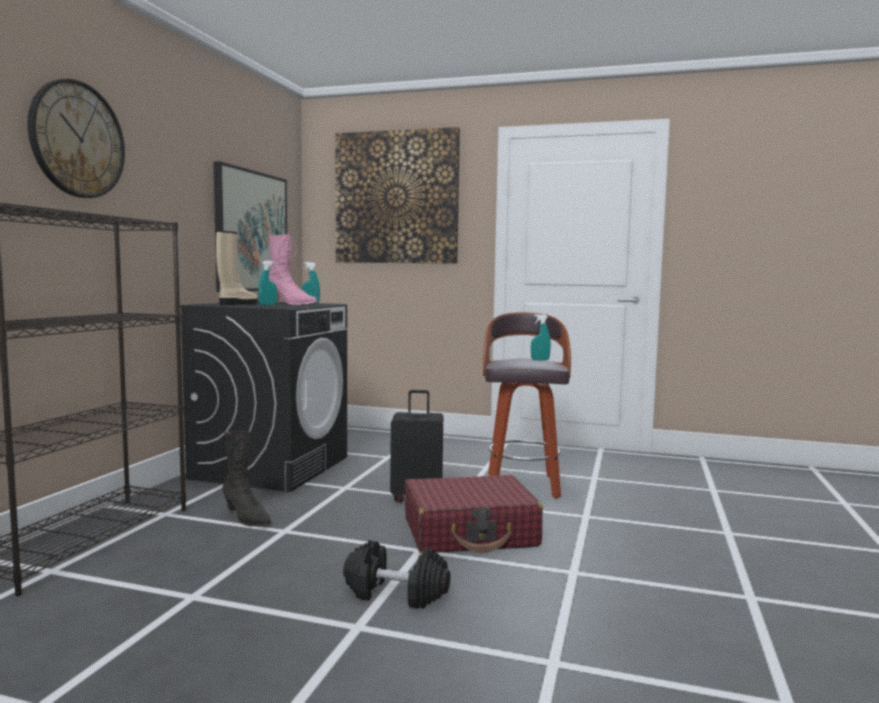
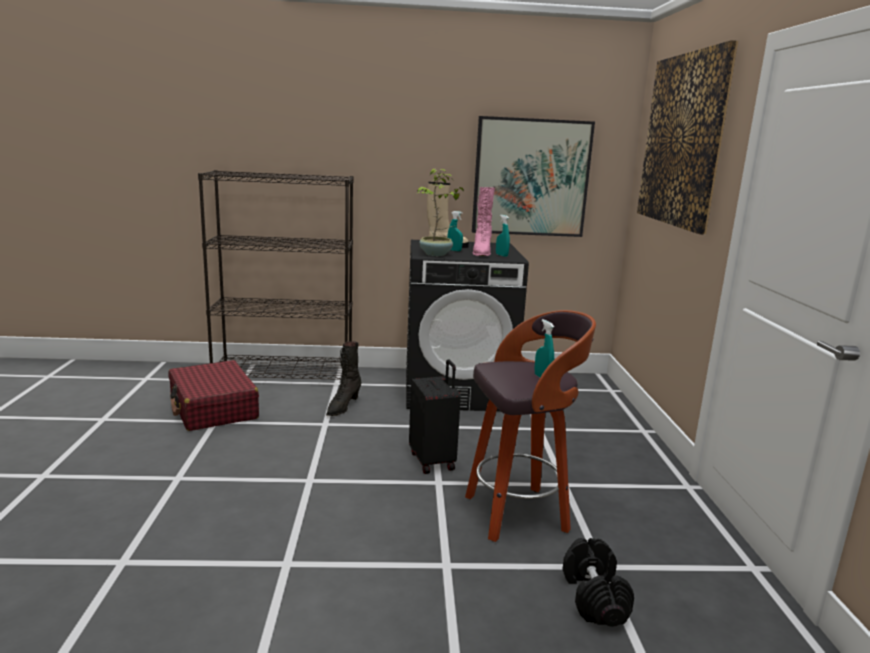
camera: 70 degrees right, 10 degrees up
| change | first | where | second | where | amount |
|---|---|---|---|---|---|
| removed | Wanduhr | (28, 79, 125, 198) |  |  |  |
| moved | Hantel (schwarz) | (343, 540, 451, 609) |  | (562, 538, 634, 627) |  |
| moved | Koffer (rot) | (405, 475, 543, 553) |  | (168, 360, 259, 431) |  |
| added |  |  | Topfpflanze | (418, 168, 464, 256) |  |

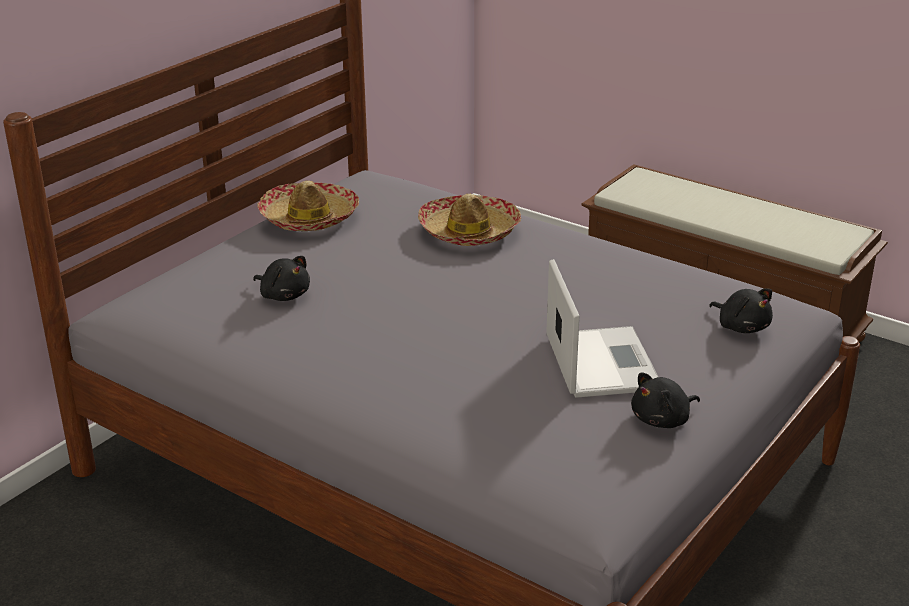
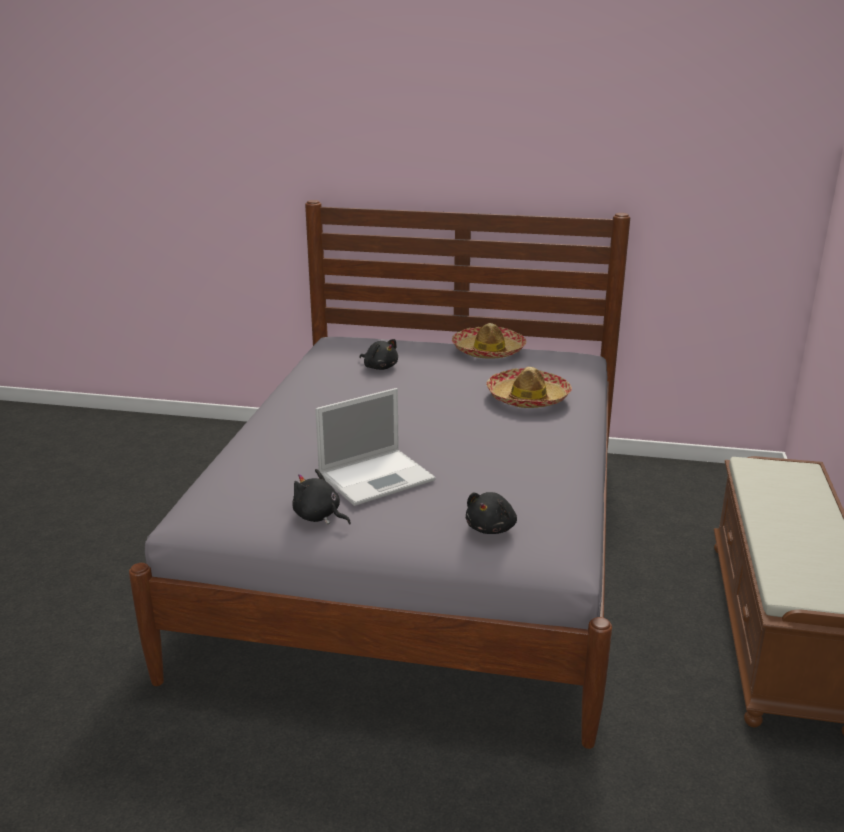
camera: 65 degrees right, 5 degrees down
| change | first | where | second | where | amount |
|---|---|---|---|---|---|
| turned | Plüschtier (schwarz) | (253, 256, 310, 301) |  | (359, 339, 398, 370) | 60 degrees counterclockwise |

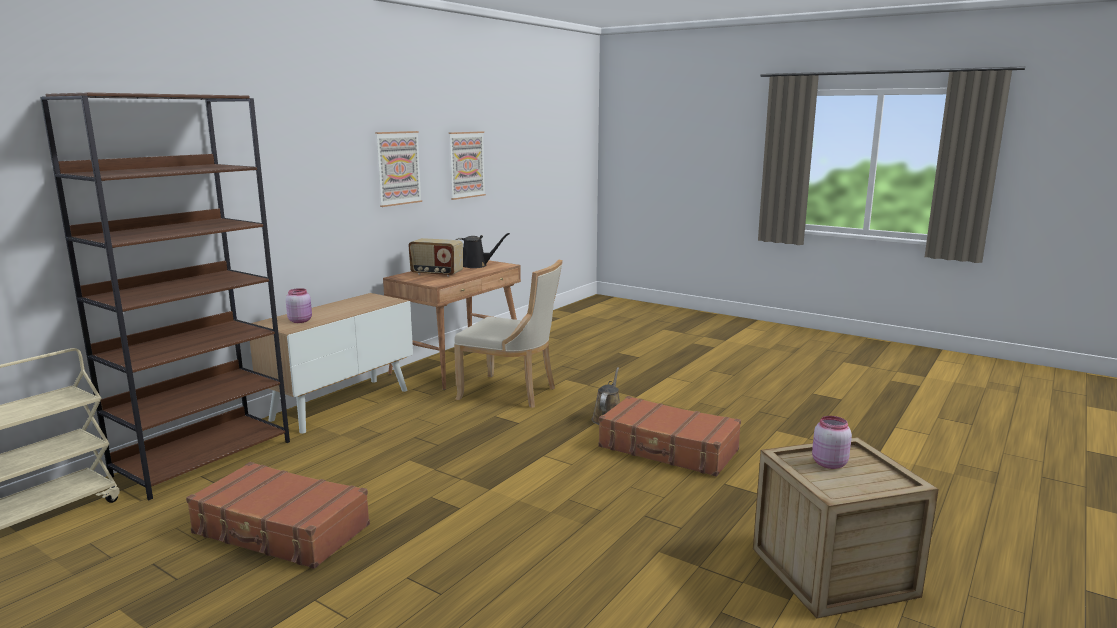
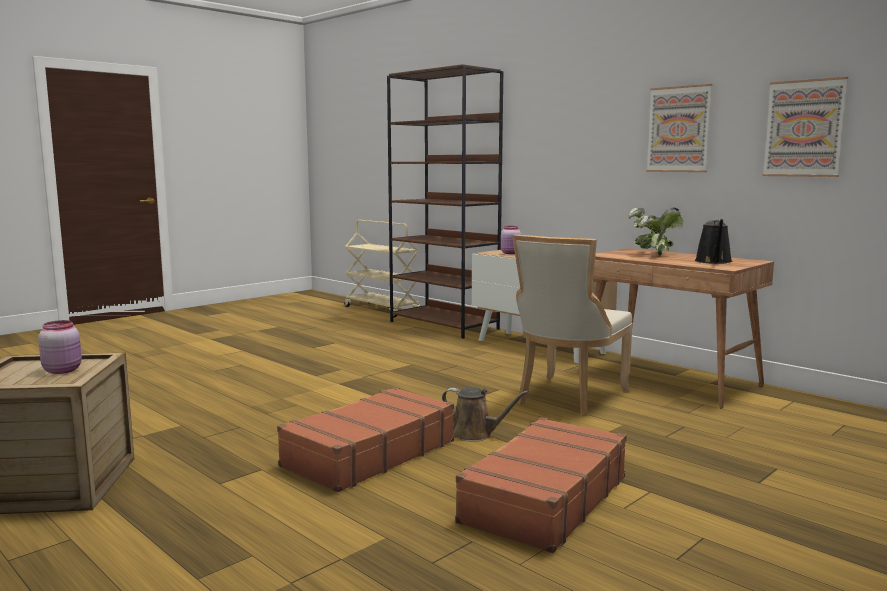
camera: 100 degrees right, 5 degrees down
| change | first | where | second | where | amount |
|---|---|---|---|---|---|
| moved | Koffer (braun) | (186, 462, 370, 569) |  | (455, 417, 627, 553) |  |
| replaced | Radio | (408, 238, 463, 277) | Topfpflanze | (628, 207, 683, 256) |  |

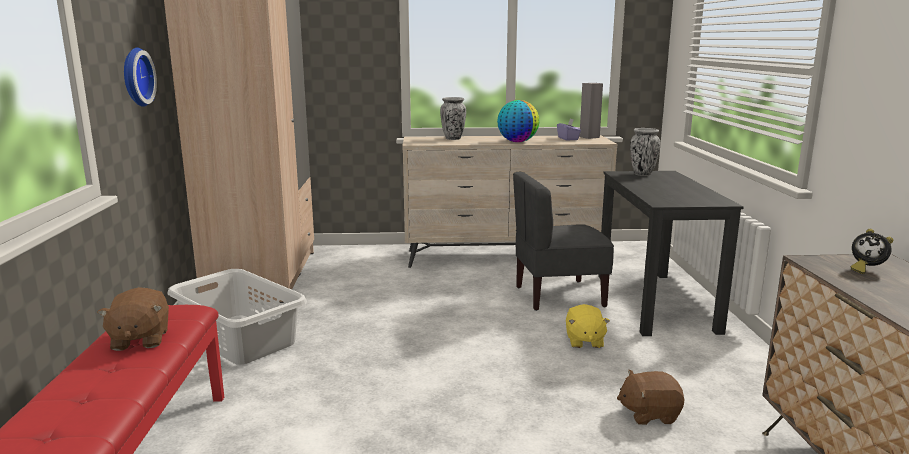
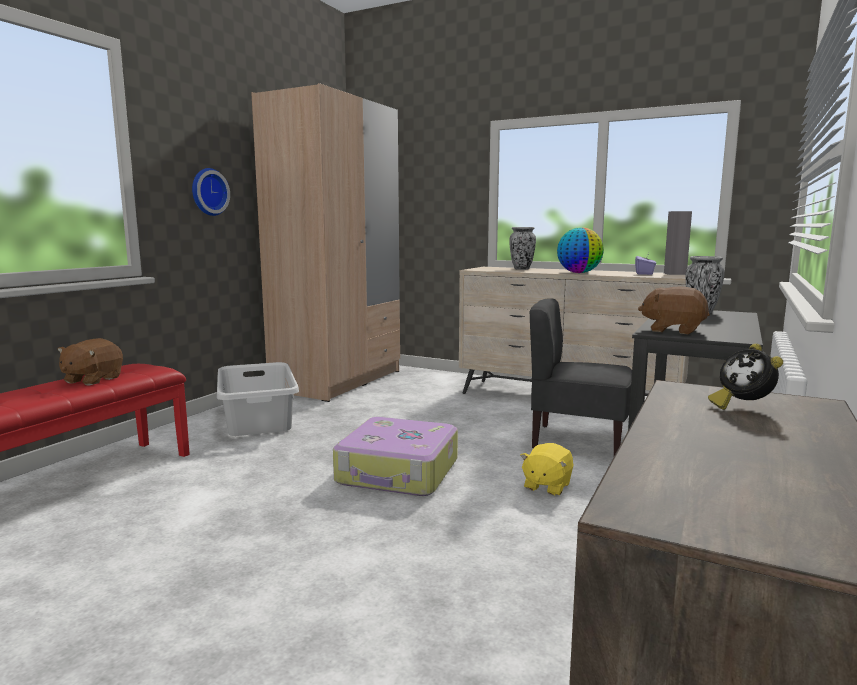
camera: 30 degrees right, 5 degrees down
| change | first | where | second | where | amount |
|---|---|---|---|---|---|
| moved | Plüschtier (braun) | (617, 370, 685, 425) |  | (638, 287, 710, 334) |  |
| added |  |  | Koffer | (333, 417, 458, 496) |  |

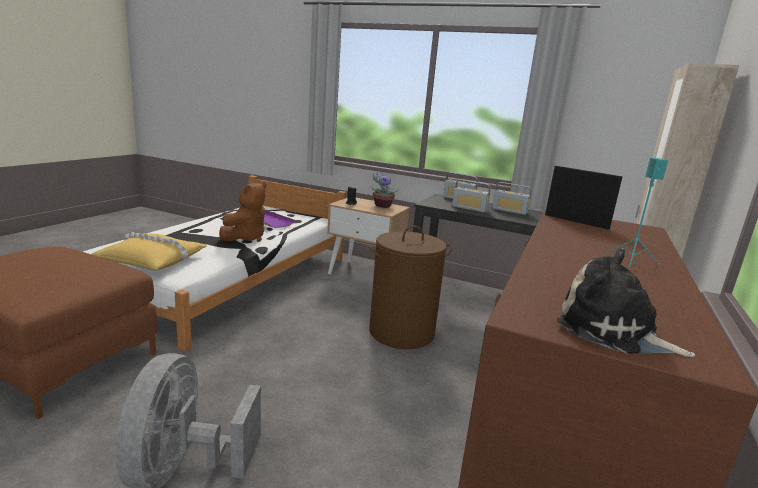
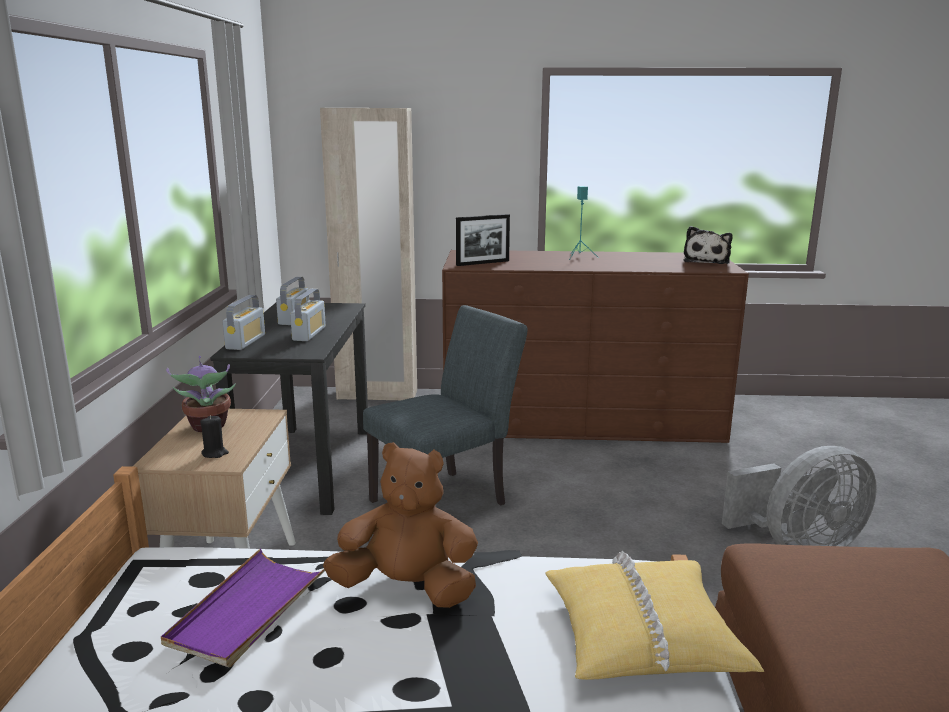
camera: 110 degrees left, 0 degrees up
| change | first | where | second | where | amount |
|---|---|---|---|---|---|
| replaced | Wäschekorb (braun) | (369, 226, 452, 349) | Stuhl (grau) | (363, 305, 528, 506) |  |
| turned | Bilderrahmen | (545, 166, 623, 230) |  | (456, 214, 510, 266) | 135 degrees counterclockwise |

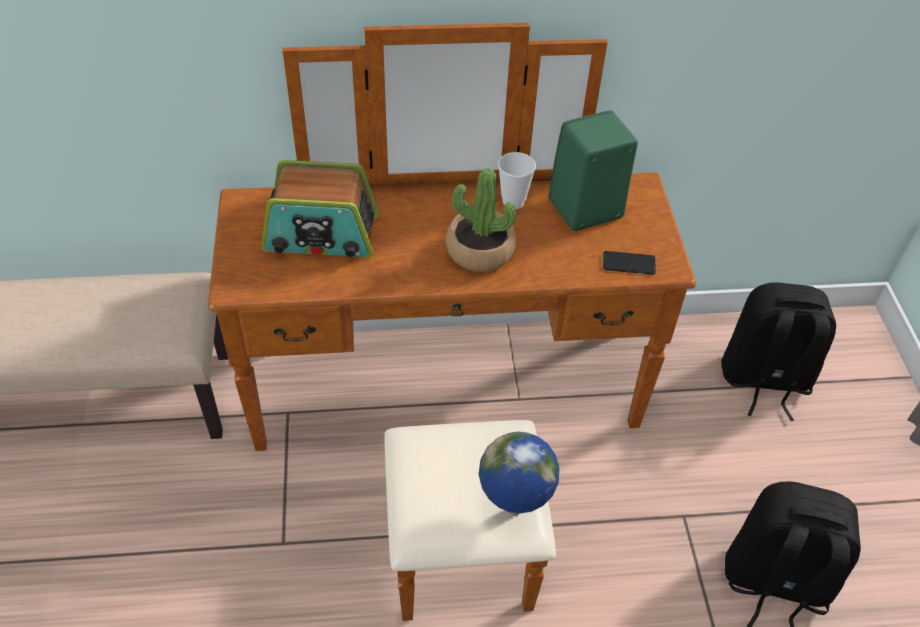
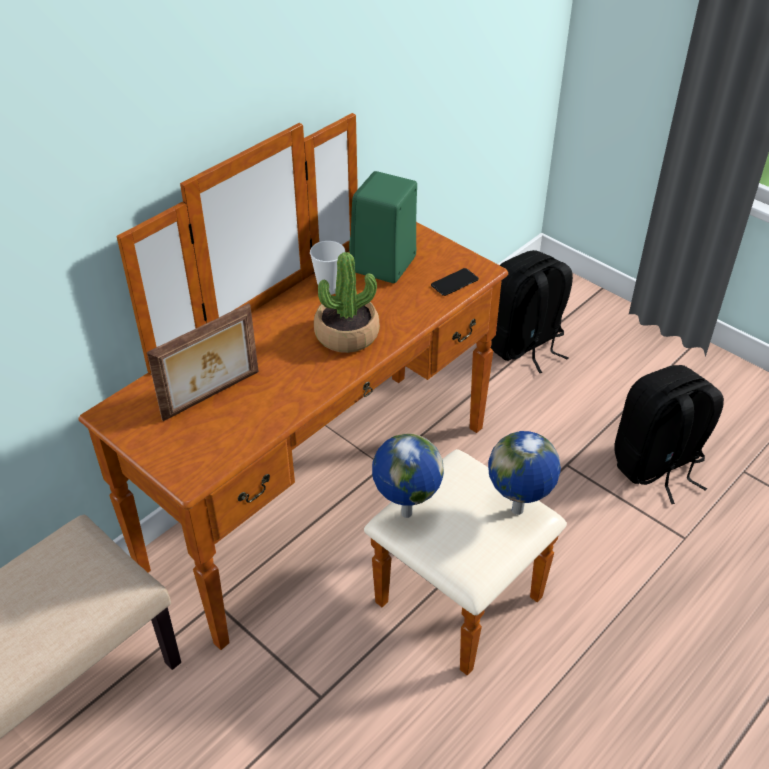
camera: 40 degrees left, 5 degrees down
| change | first | where | second | where | amount |
|---|---|---|---|---|---|
| replaced | Radio | (261, 160, 379, 257) | Bilderrahmen | (147, 303, 259, 421) |  |
| added |  |  | Globus | (372, 434, 444, 518) |  |

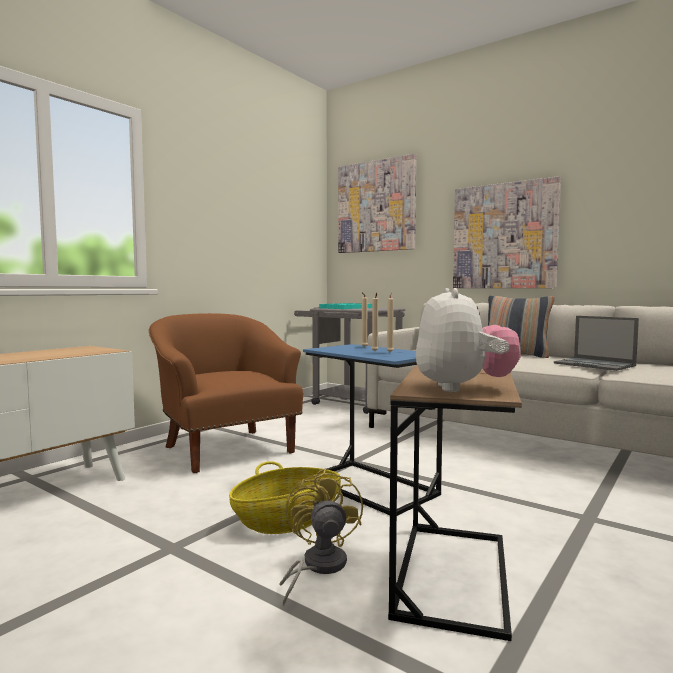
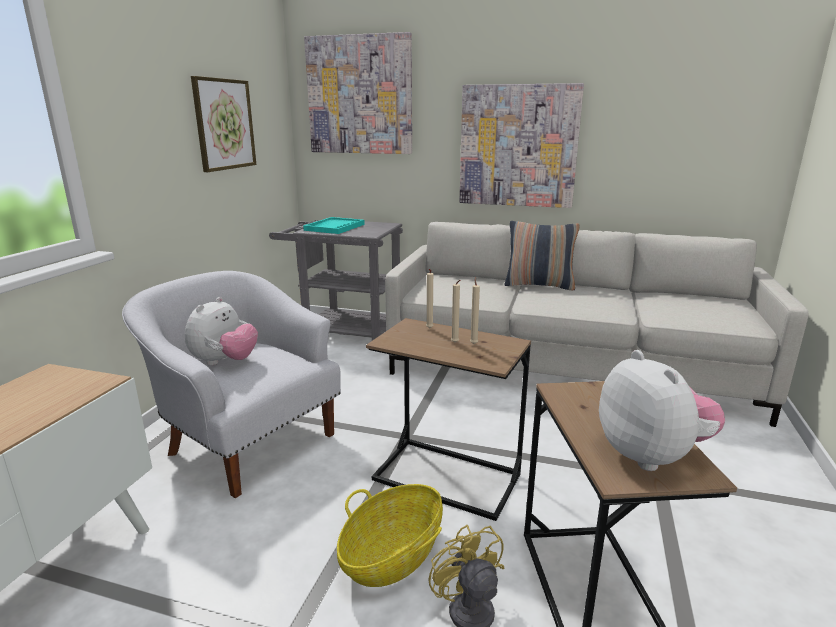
camera: 20 degrees left, 15 degrees up
| change | first | where | second | where | amount |
|---|---|---|---|---|---|
| recoloured | Sessel (braun) | (149, 313, 303, 473) | Sessel (weiß) | (122, 271, 341, 498) |  |
| recoloured | Beistelltisch (blau) | (303, 344, 443, 516) | Beistelltisch (braun) | (366, 318, 531, 521) |  |
| removed | Laptop | (554, 316, 639, 371) |  |  |  |
| added |  |  | Plüschtier | (185, 297, 258, 366) |  |
| added |  |  | Bild | (191, 76, 257, 172) |  |

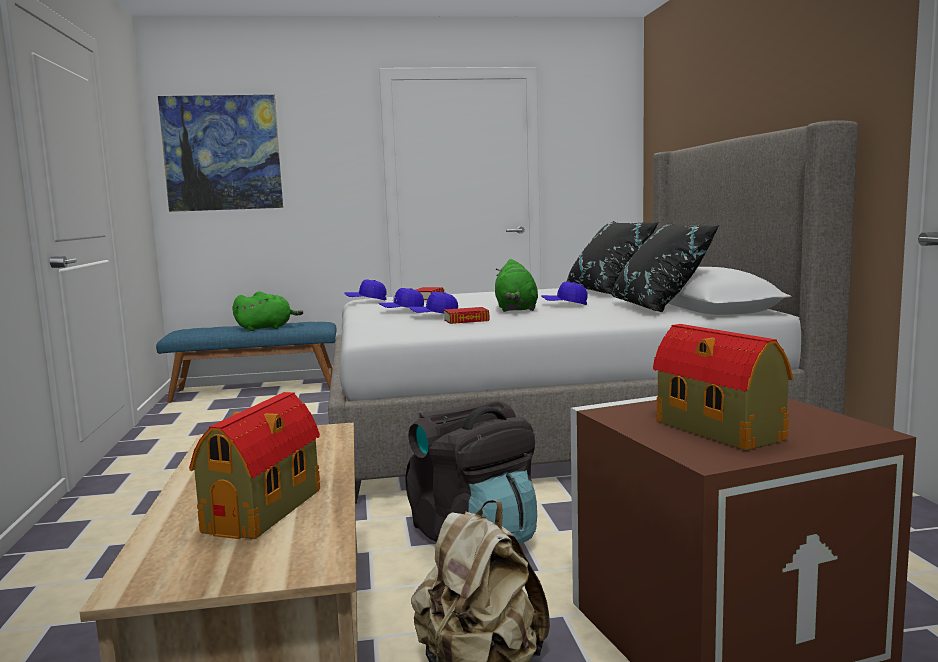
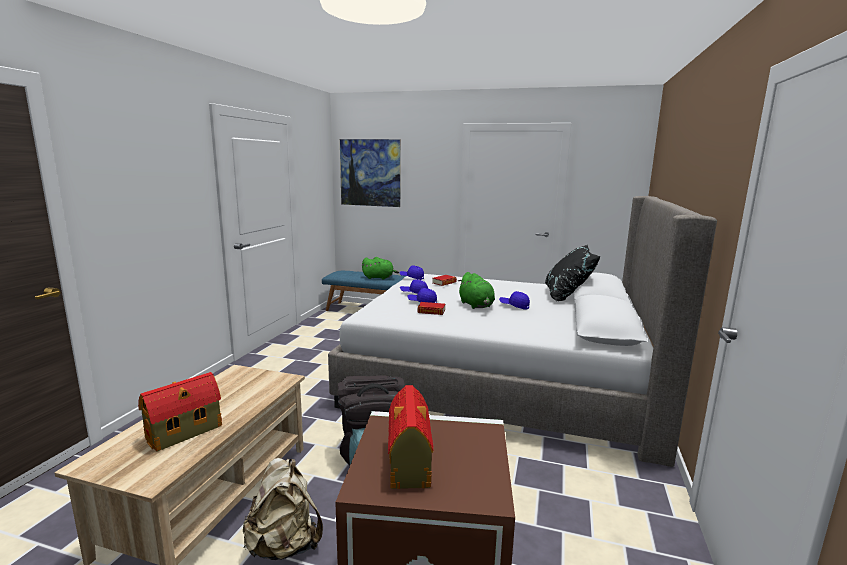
camera: 25 degrees right, 5 degrees up
| change | first | where | second | where | amount |
|---|---|---|---|---|---|
| turned | Plüschtier (grün) | (495, 259, 538, 312) |  | (458, 272, 495, 309) | 45 degrees counterclockwise |
| removed | Kissen (schwarz) | (612, 223, 719, 312) |  |  |  |

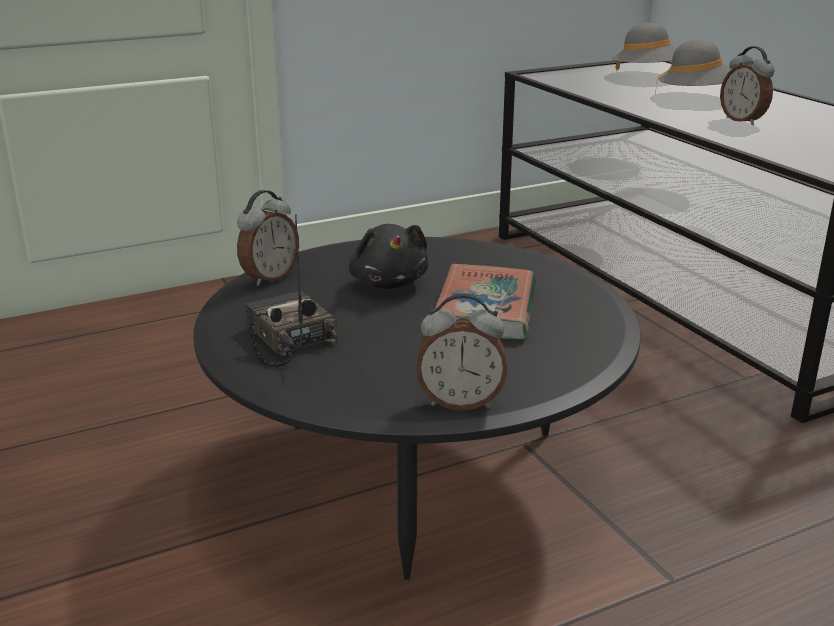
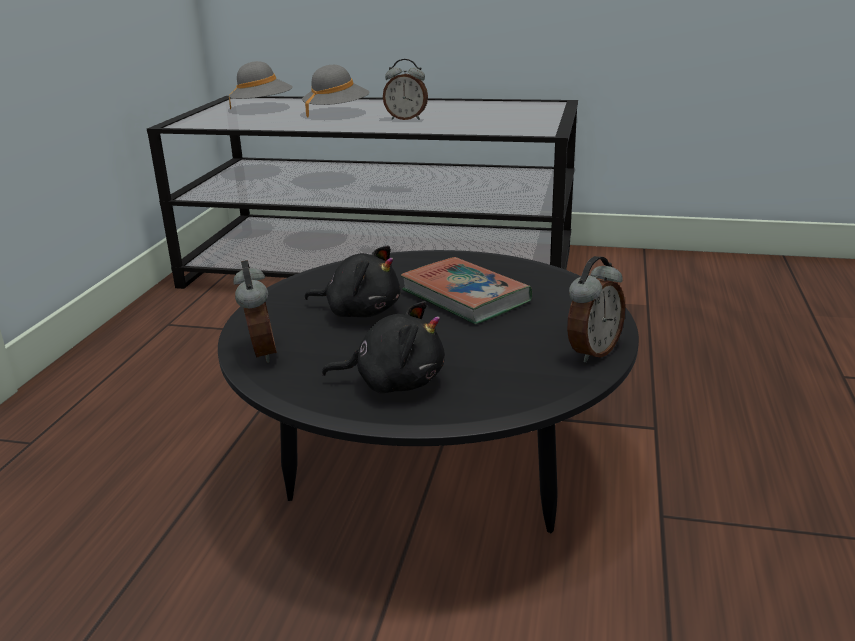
camera: 50 degrees left, 0 degrees up
| change | first | where | second | where | amount |
|---|---|---|---|---|---|
| replaced | Radio | (245, 214, 337, 367) | Plüschtier (schwarz) | (322, 301, 445, 394) |  |

